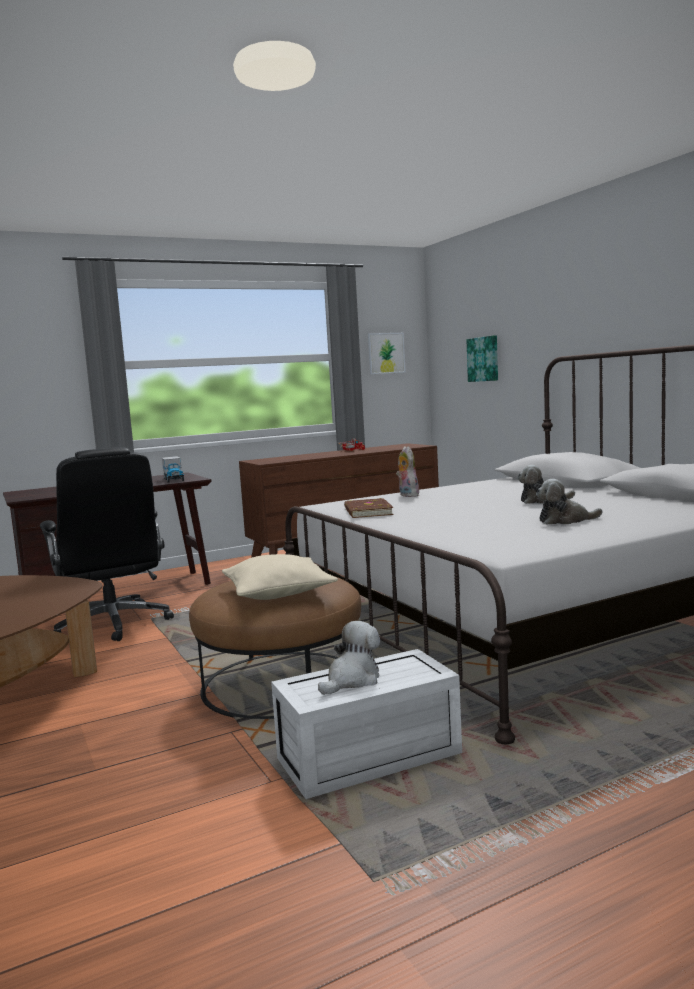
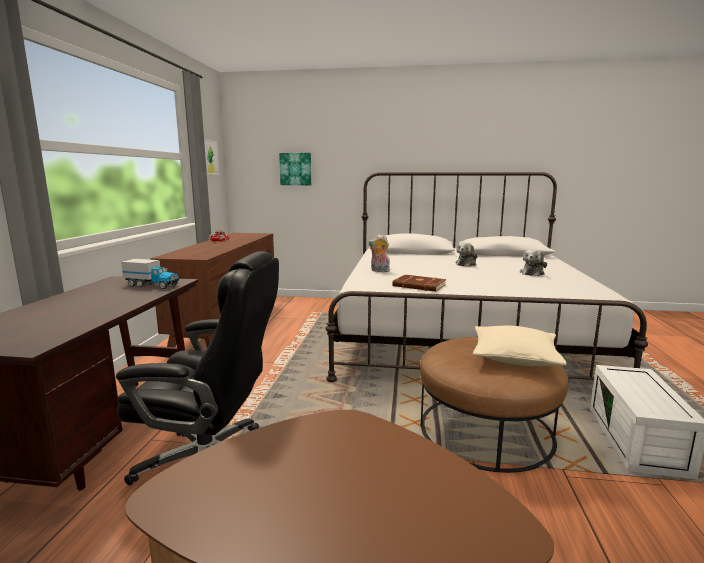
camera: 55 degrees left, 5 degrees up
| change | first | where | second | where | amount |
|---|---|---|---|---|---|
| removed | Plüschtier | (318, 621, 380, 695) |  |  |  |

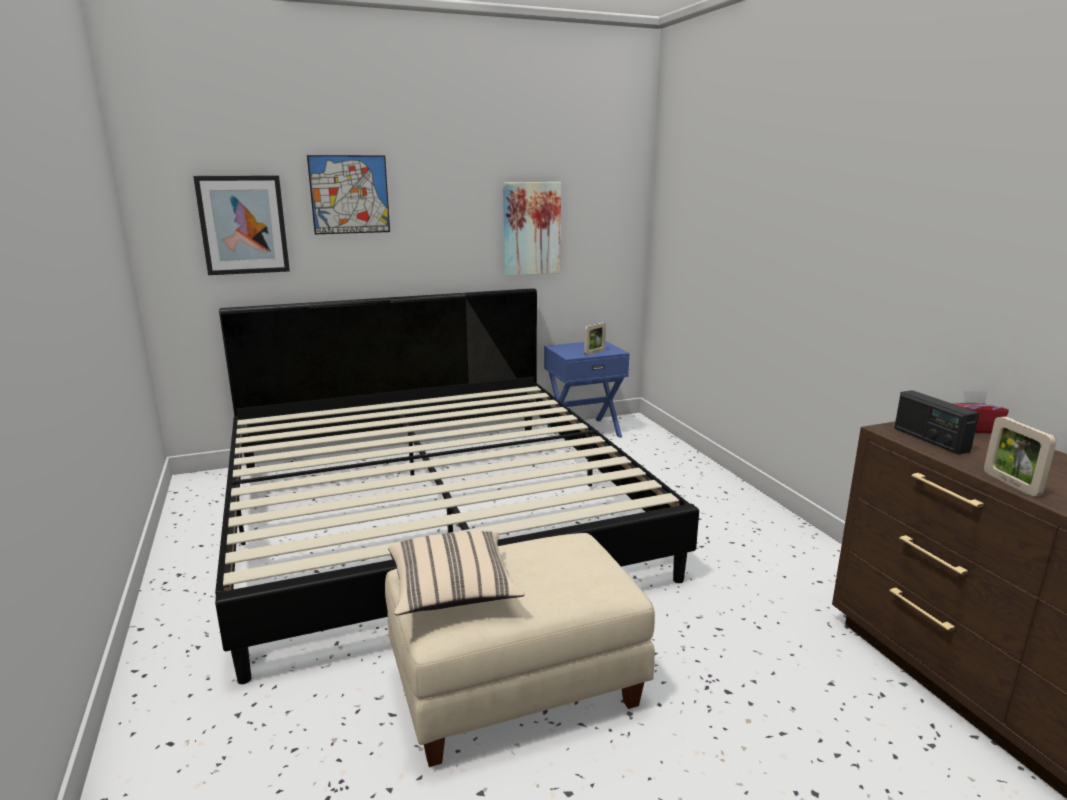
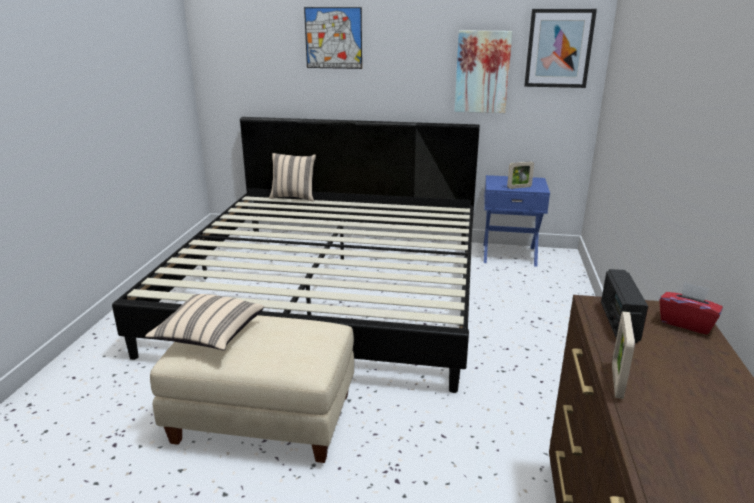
camera: 30 degrees right, 5 degrees up
| change | first | where | second | where | amount |
|---|---|---|---|---|---|
| moved | Bild | (193, 175, 290, 275) |  | (524, 9, 597, 88) |  |
| added |  |  | Kissen (beige) | (269, 153, 316, 202) |  |

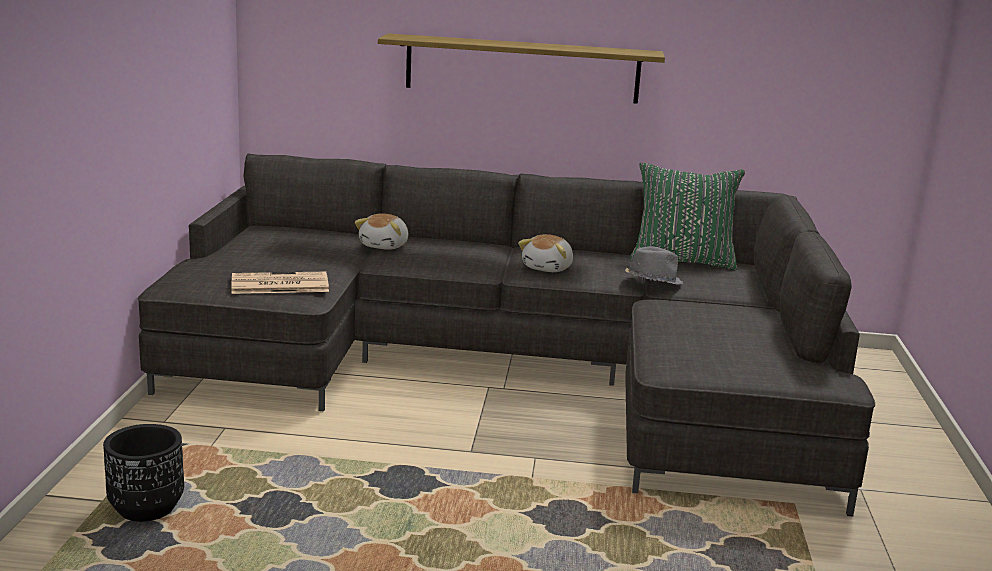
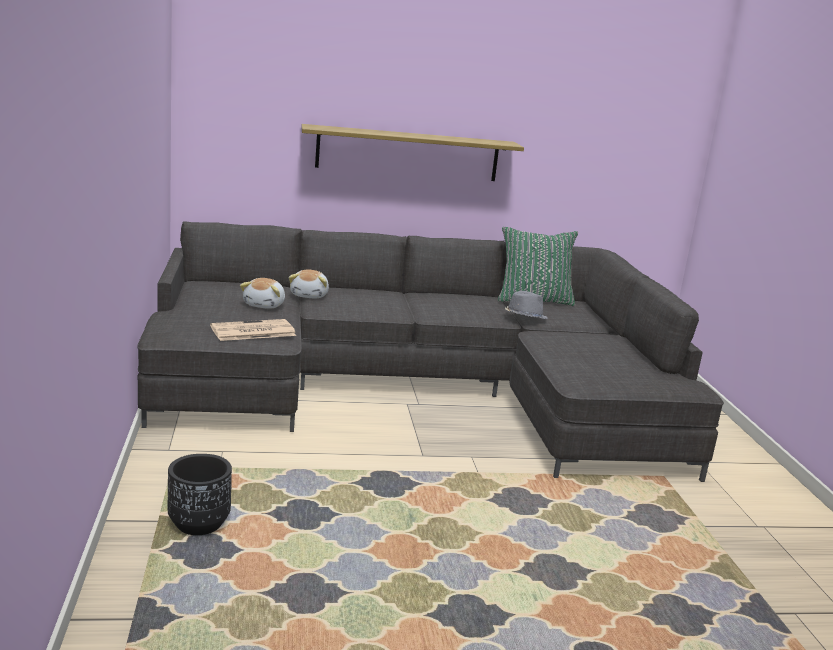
camera: 15 degrees left, 0 degrees up
| change | first | where | second | where | amount |
|---|---|---|---|---|---|
| moved | Plüschtier | (518, 234, 573, 272) |  | (240, 278, 285, 309) |  |

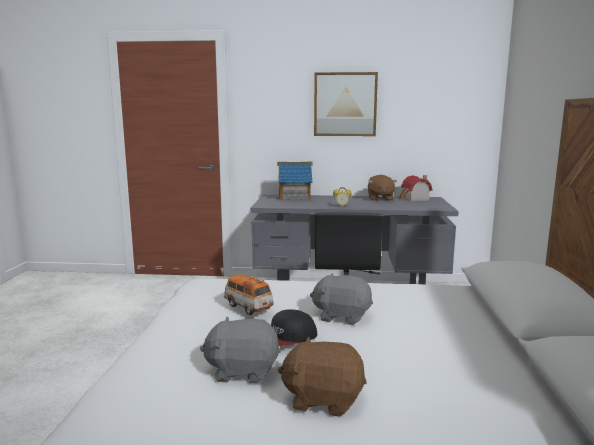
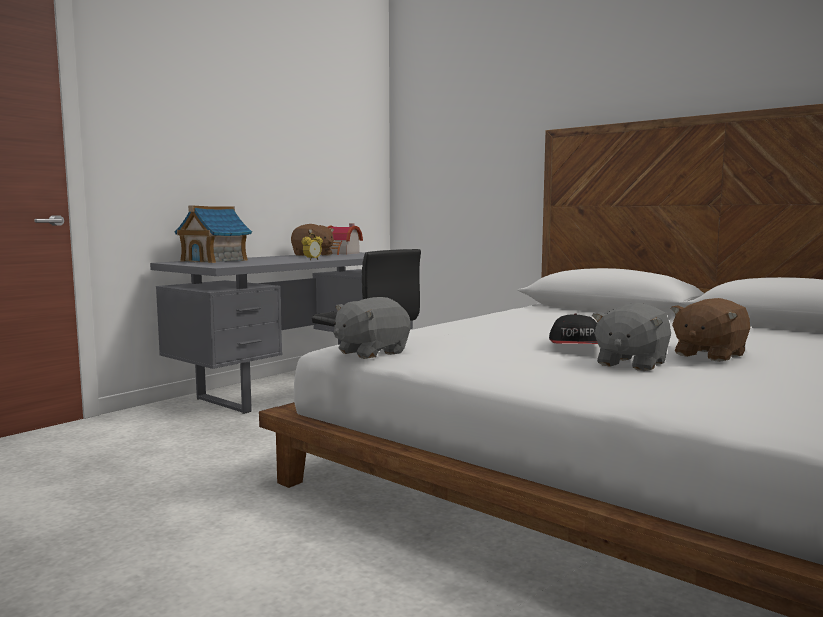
camera: 55 degrees left, 5 degrees down
| change | first | where | second | where | amount |
|---|---|---|---|---|---|
| removed | Spielzeugauto | (224, 274, 274, 315) |  |  |  |
| moved | Plüschtier (grau) | (310, 274, 373, 325) |  | (334, 297, 411, 359) |  |
| removed | Bild | (314, 72, 378, 136) |  |  |  |

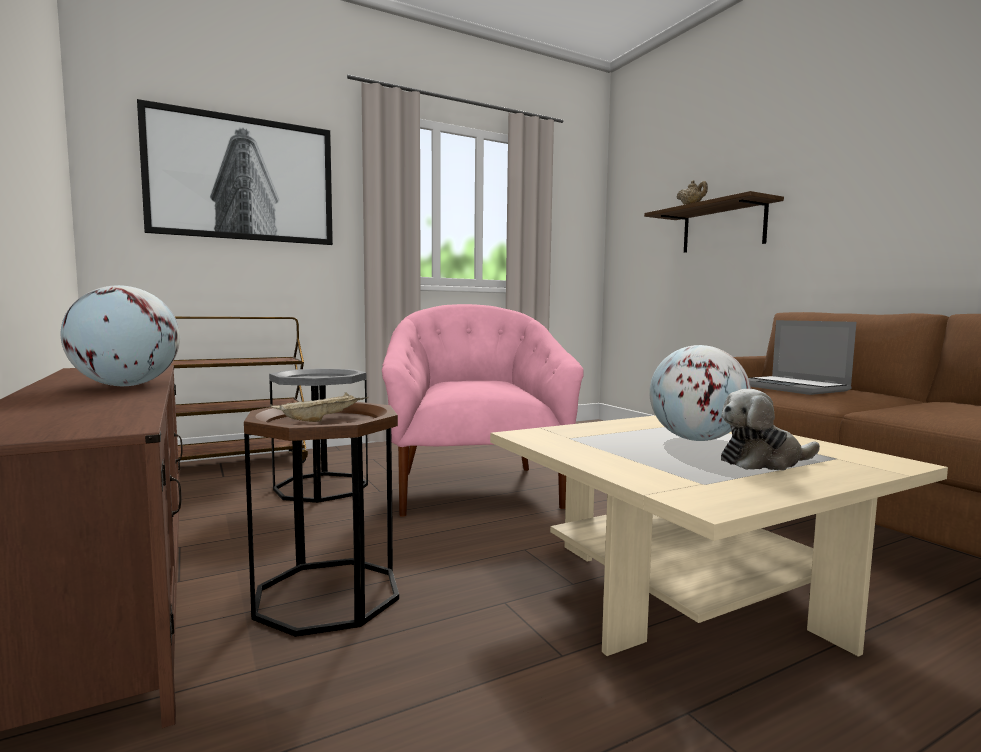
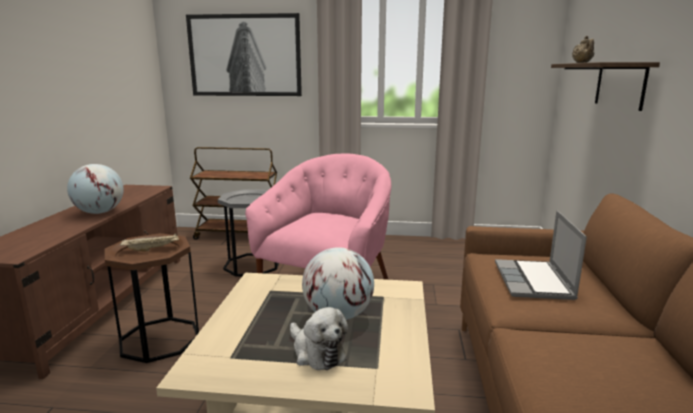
camera: 35 degrees right, 10 degrees up
| change | first | where | second | where | amount |
|---|---|---|---|---|---|
| turned | Plüschtier | (721, 389, 820, 471) |  | (290, 307, 348, 370) | 150 degrees counterclockwise |

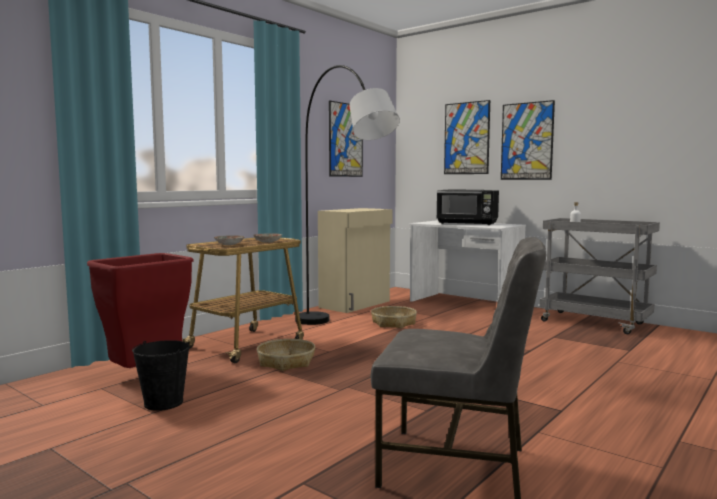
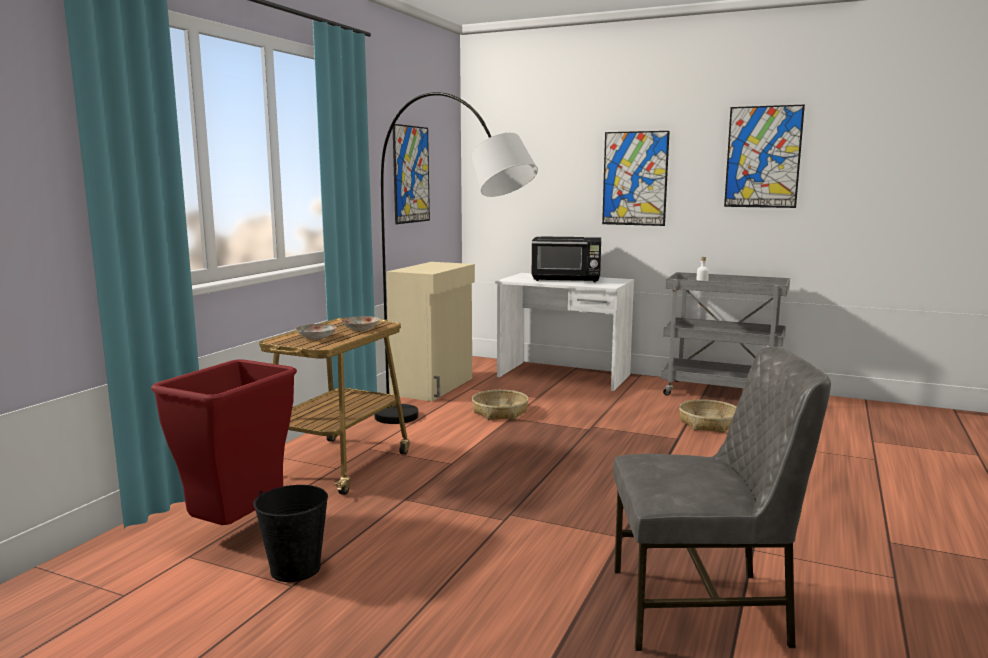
camera: 15 degrees left, 5 degrees up
| change | first | where | second | where | amount |
|---|---|---|---|---|---|
| moved | Korb | (257, 339, 315, 371) |  | (679, 399, 737, 433) |  |
| moved | Bild | (444, 100, 490, 174) |  | (724, 105, 805, 208) |  |

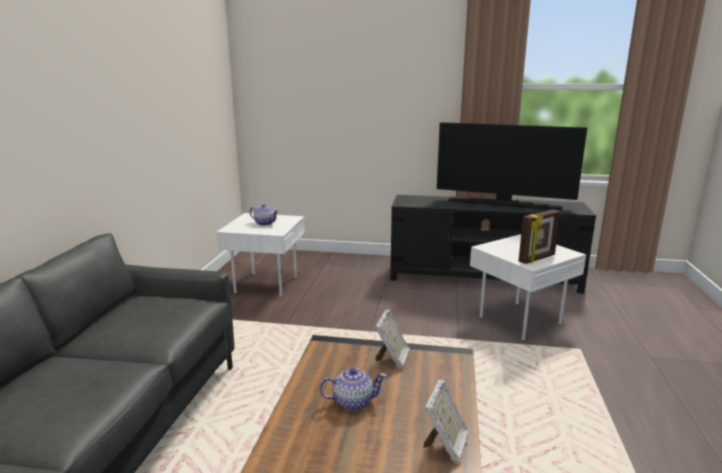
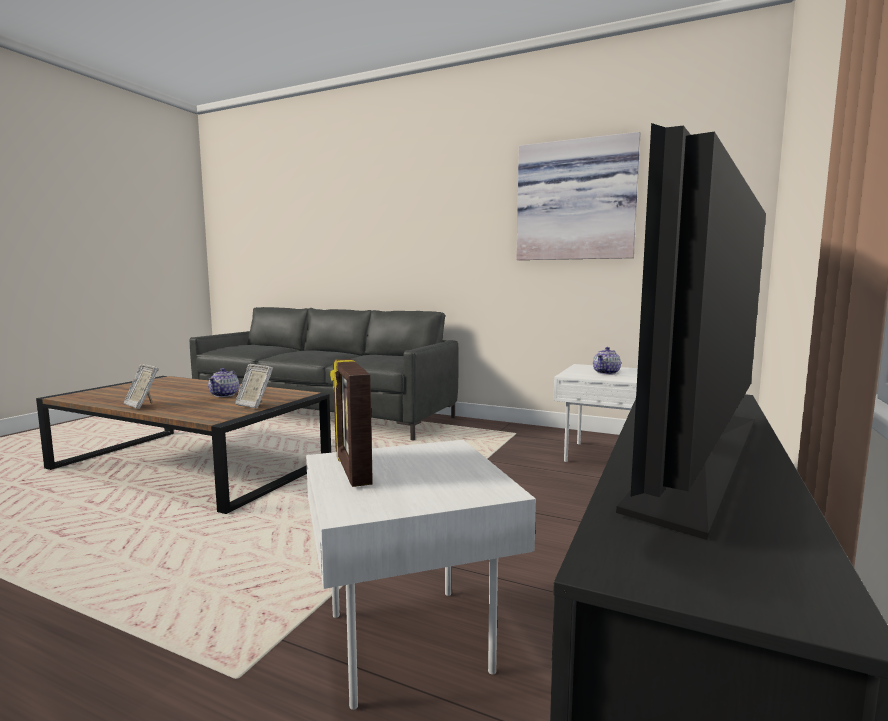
camera: 105 degrees right, 10 degrees down
| change | first | where | second | where | amount |
|---|---|---|---|---|---|
| added |  |  | Bild | (516, 132, 641, 260) |  |

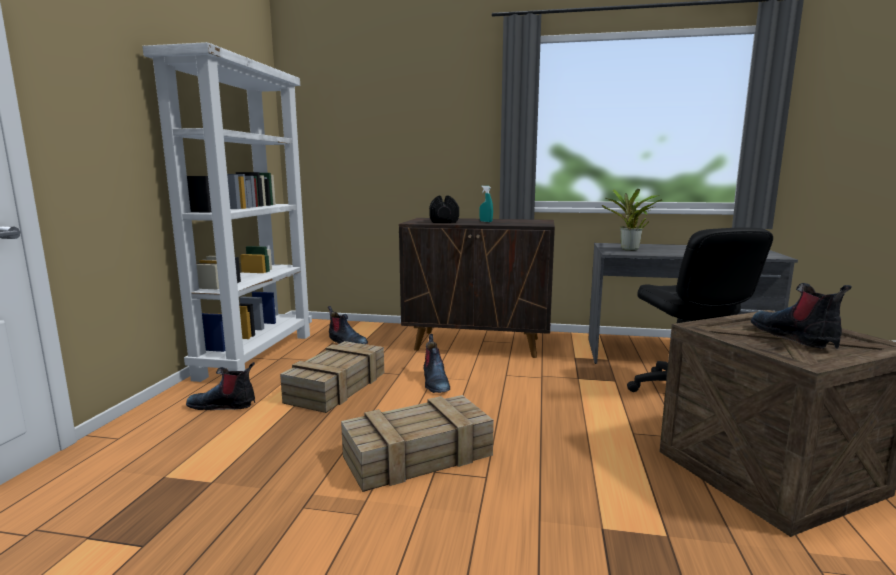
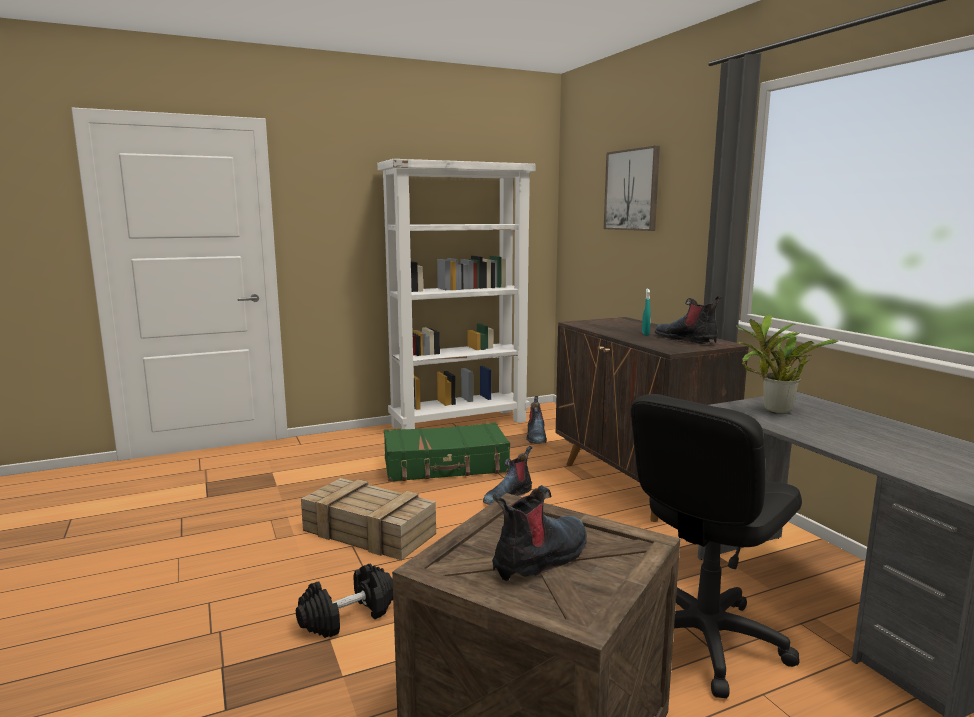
camera: 55 degrees right, 0 degrees up
| change | first | where | second | where | amount |
|---|---|---|---|---|---|
| moved | Stiefel | (186, 362, 255, 410) |  | (655, 296, 722, 344) |  |
| replaced | Kiste | (280, 341, 384, 413) | Koffer (grün) | (384, 423, 510, 482) |  |
| moved | Hantel (schwarz) | (429, 196, 459, 223) |  | (296, 564, 393, 638) |  |
| added |  |  | Bild | (604, 146, 660, 231) |  |

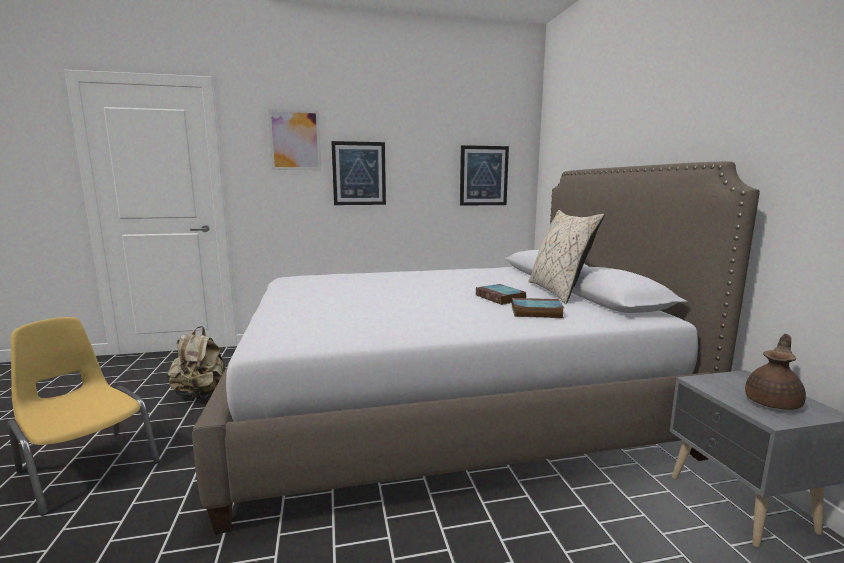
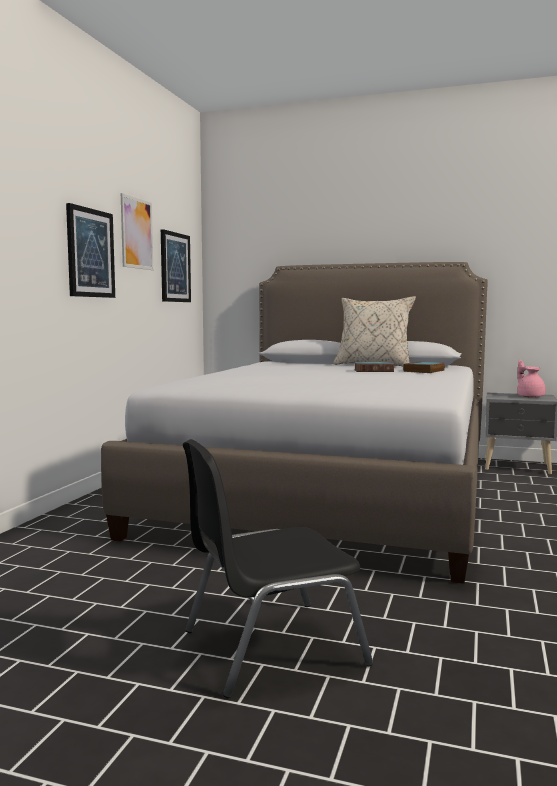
camera: 60 degrees left, 5 degrees down
| change | first | where | second | where | amount |
|---|---|---|---|---|---|
| recoloured | Stuhl (gelb) | (7, 317, 160, 516) | Stuhl (schwarz) | (183, 439, 373, 698) |  |
| removed | Rucksack (beige) | (167, 326, 225, 400) |  |  |  |
| moved | Bild | (268, 109, 321, 170) |  | (121, 193, 153, 270) |  |
| recoloured | Teekanne (braun) | (745, 334, 806, 410) | Teekanne (rosa) | (517, 360, 546, 398) |  |

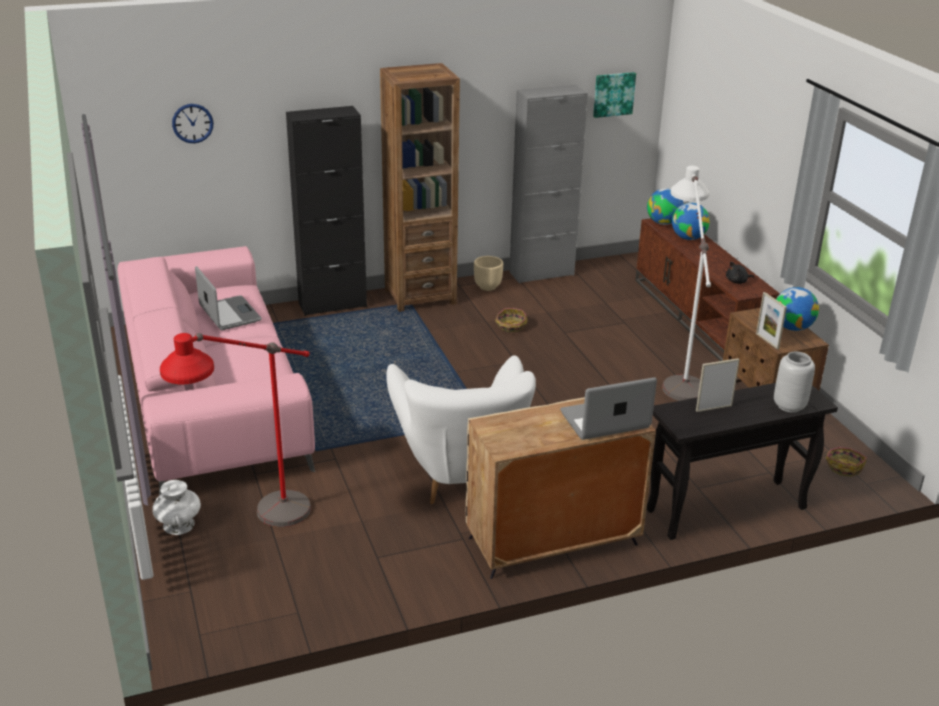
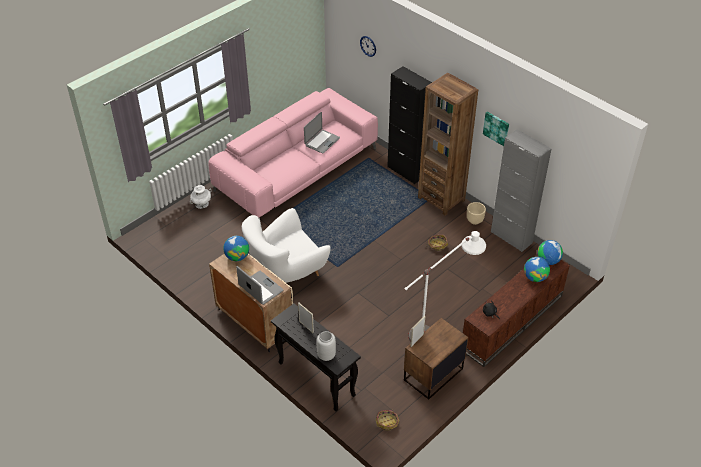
camera: 65 degrees right, 15 degrees up
| change | first | where | second | where | amount |
|---|---|---|---|---|---|
| removed | Stehlampe (rot) | (160, 333, 311, 527) |  |  |  |
| moved | Bild | (593, 72, 636, 118) |  | (483, 112, 509, 146) |  |
| moved | Globus | (776, 287, 819, 331) |  | (223, 236, 249, 261) |  |

